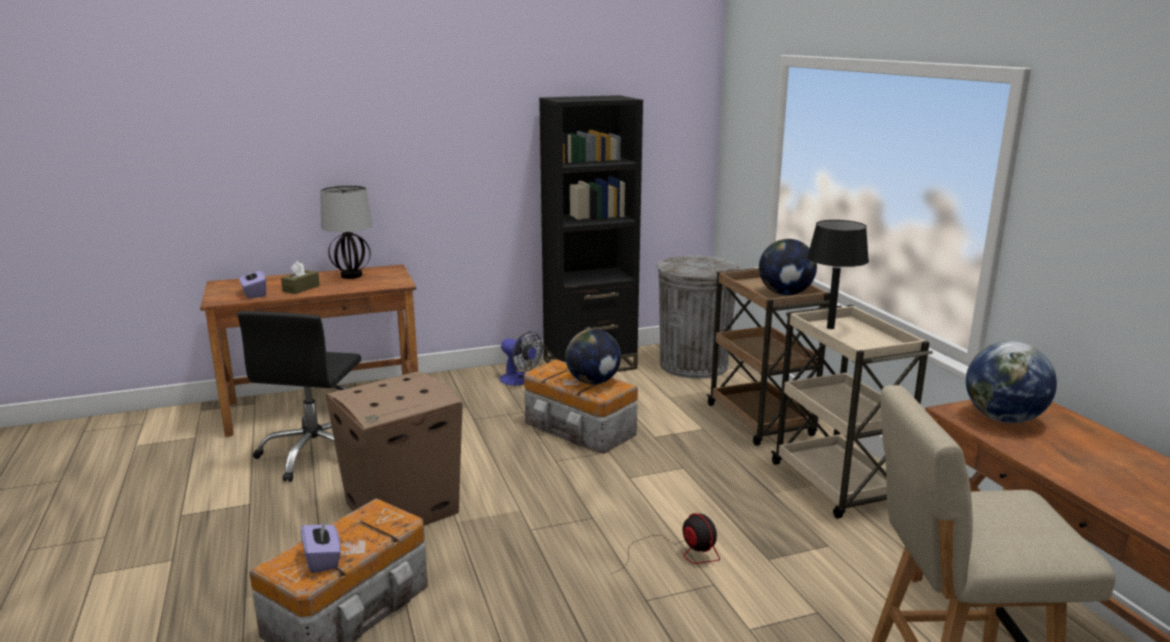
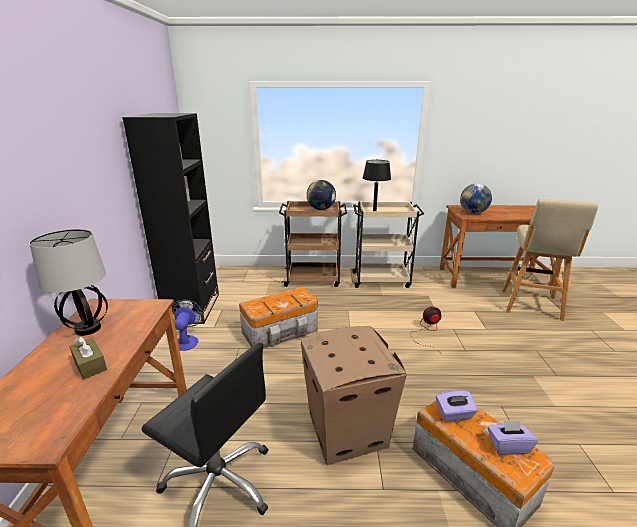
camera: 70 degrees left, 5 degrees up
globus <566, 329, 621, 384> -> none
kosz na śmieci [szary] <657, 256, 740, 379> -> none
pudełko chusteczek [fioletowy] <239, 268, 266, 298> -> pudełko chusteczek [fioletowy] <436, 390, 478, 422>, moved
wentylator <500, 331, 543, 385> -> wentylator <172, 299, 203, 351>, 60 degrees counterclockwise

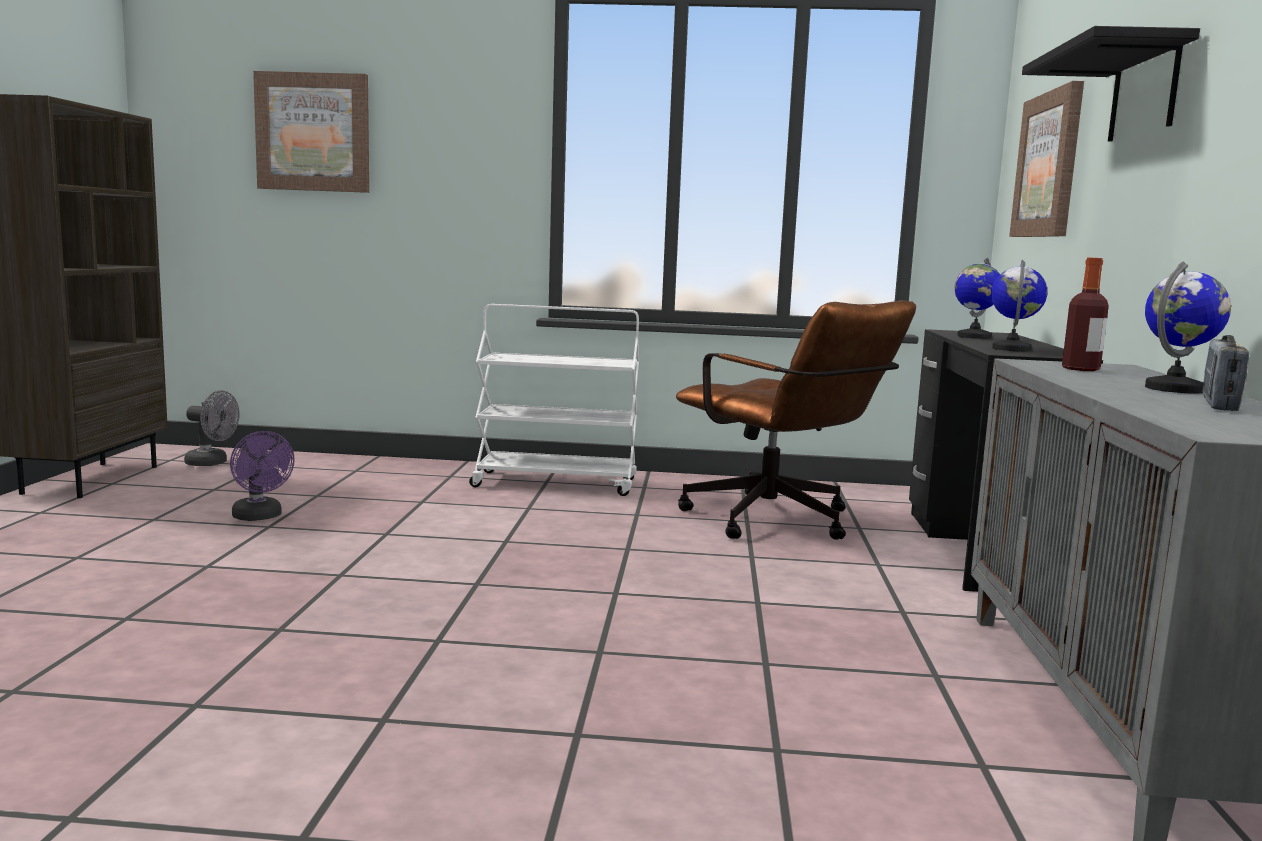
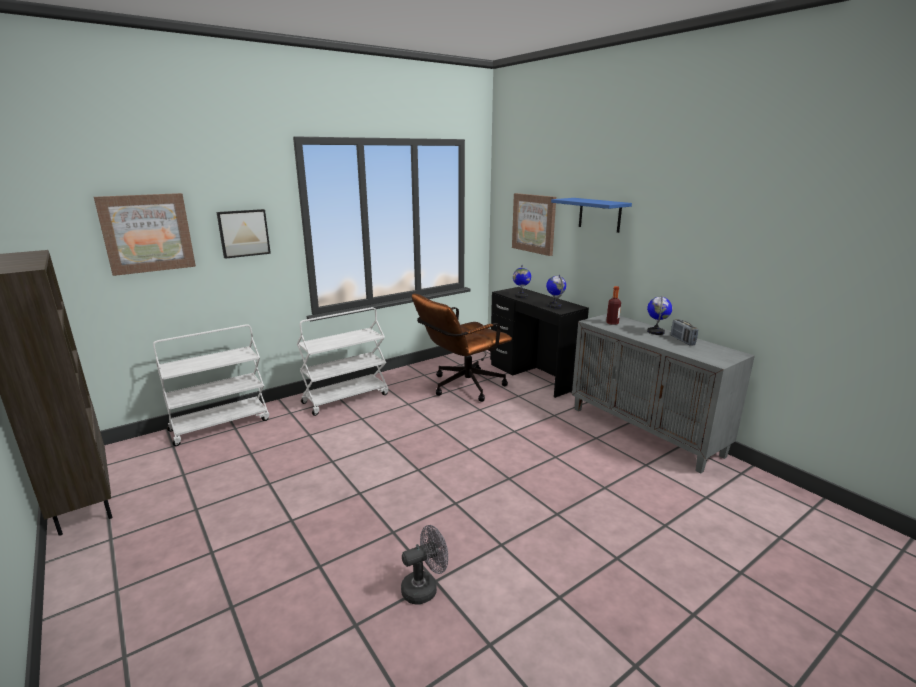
camera: 40 degrees left, 10 degrees up
wentylator [fioletowy] <230, 431, 295, 521> -> none
none -> wózek [biały] <153, 324, 269, 446>
none -> obraz <216, 209, 271, 259>
wentylator [szary] <184, 390, 240, 466> -> wentylator [szary] <401, 525, 448, 605>, moved
półka [czarny] <1022, 26, 1200, 141> -> półka [niebieski] <551, 198, 632, 233>
krzesło biurowe [brązowy] <676, 300, 916, 540> -> krzesło biurowe [brązowy] <412, 294, 512, 402>, 135 degrees clockwise

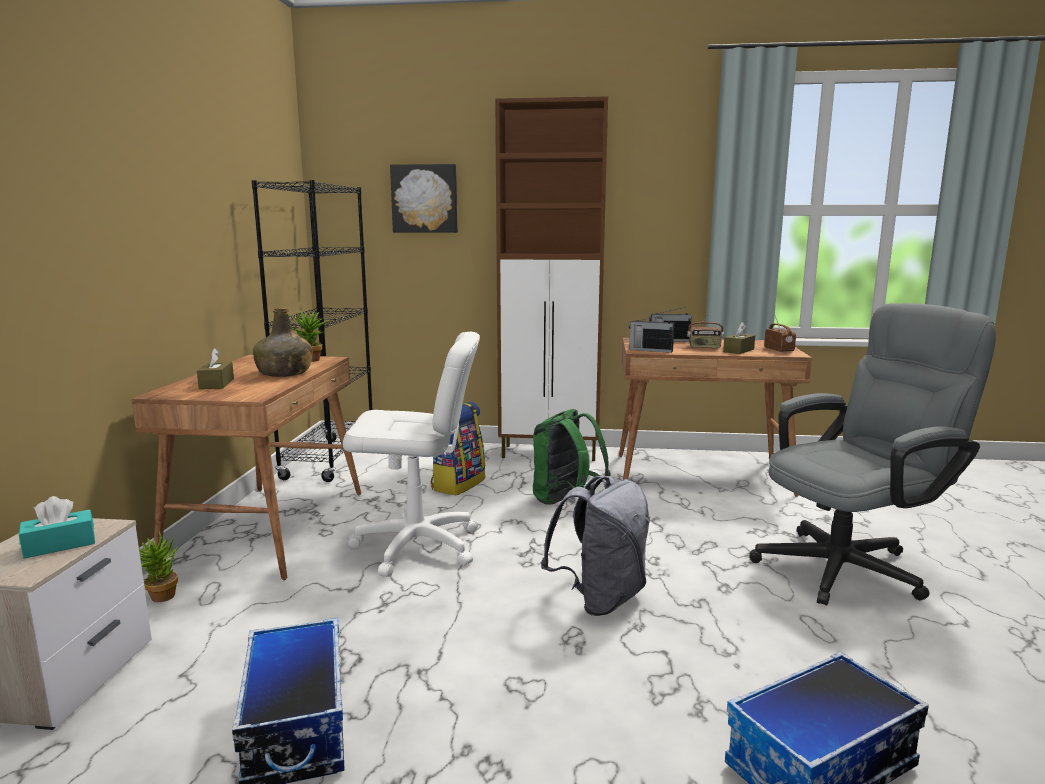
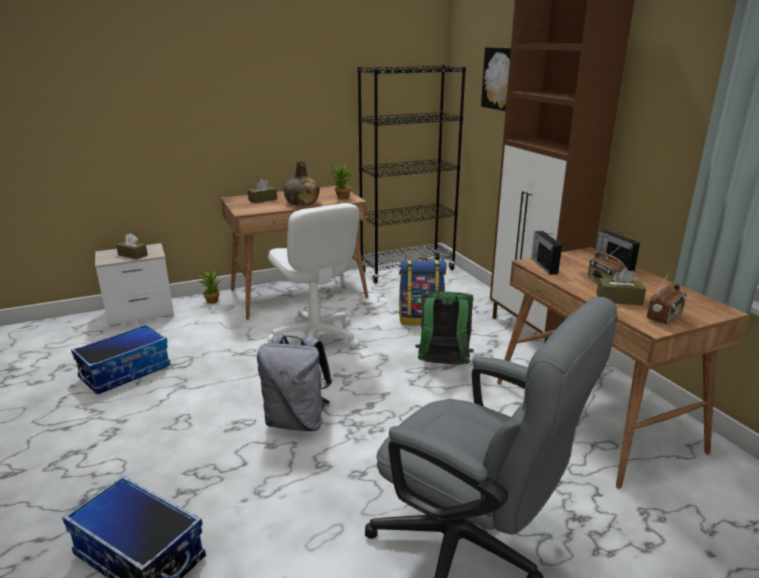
camera: 60 degrees right, 10 degrees up
pudełko chusteczek [turkusowy] <19, 496, 95, 559> -> pudełko chusteczek [brązowy] <116, 233, 148, 259>

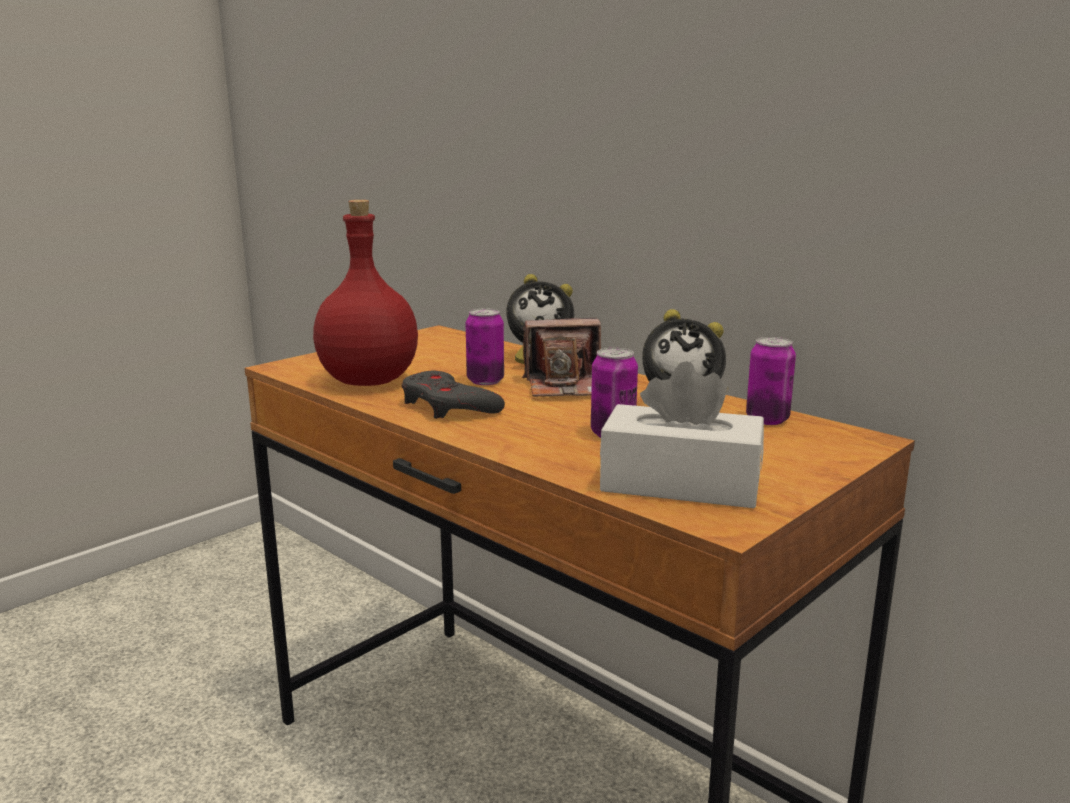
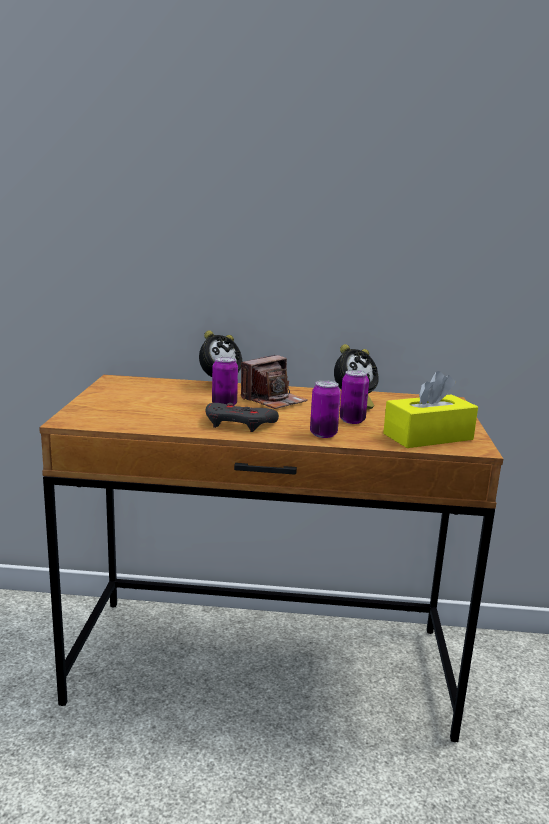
camera: 40 degrees left, 0 degrees up
butelka [czerwony] <313, 200, 418, 386> -> none
puszka <746, 337, 796, 425> -> puszka <310, 380, 341, 438>, moved
pudełko chusteczek [biały] <600, 361, 764, 508> -> pudełko chusteczek [żółty] <383, 371, 478, 448>

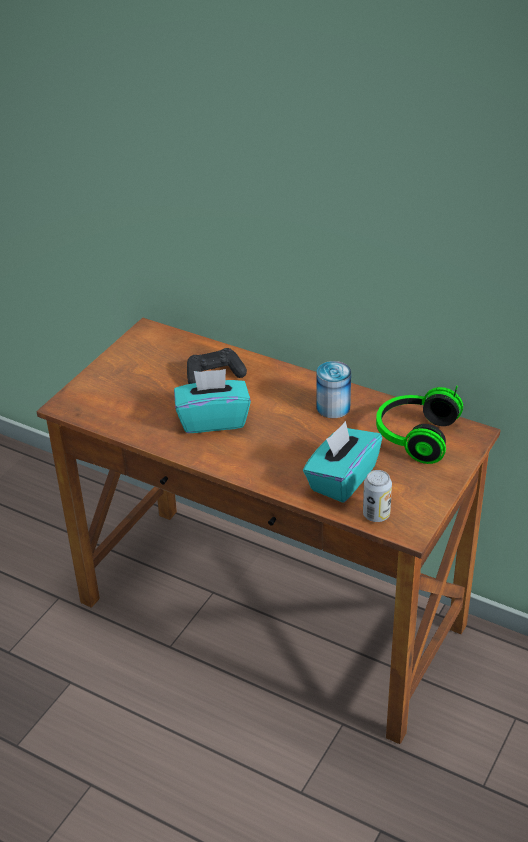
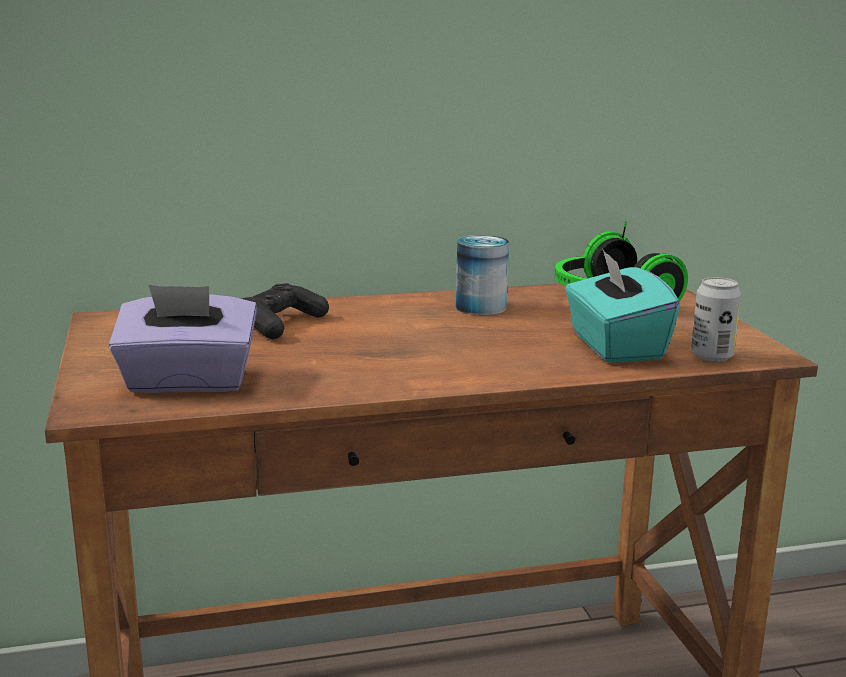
camera: 45 degrees left, 20 degrees down
pudełko chusteczek [turkusowy] <174, 369, 251, 433> -> none
none -> pudełko chusteczek [fioletowy] <109, 285, 257, 393>

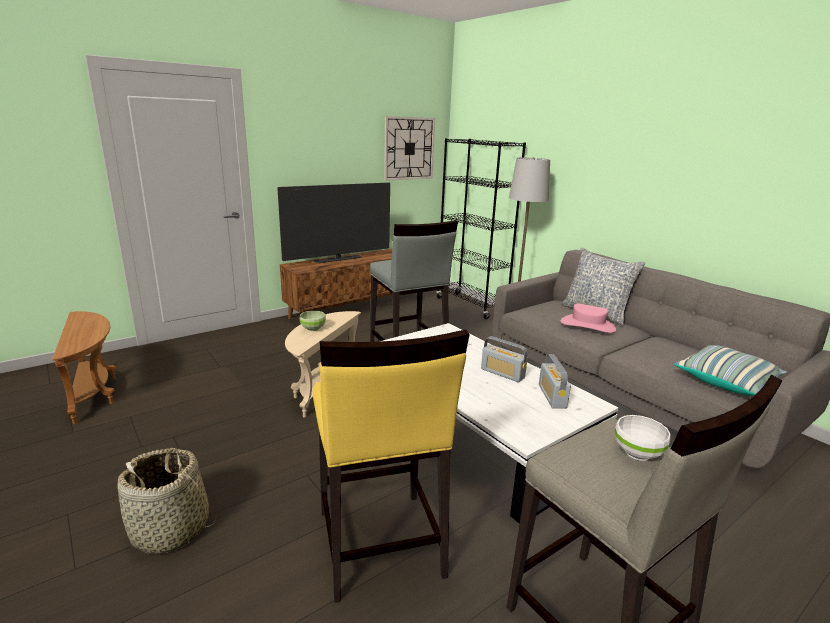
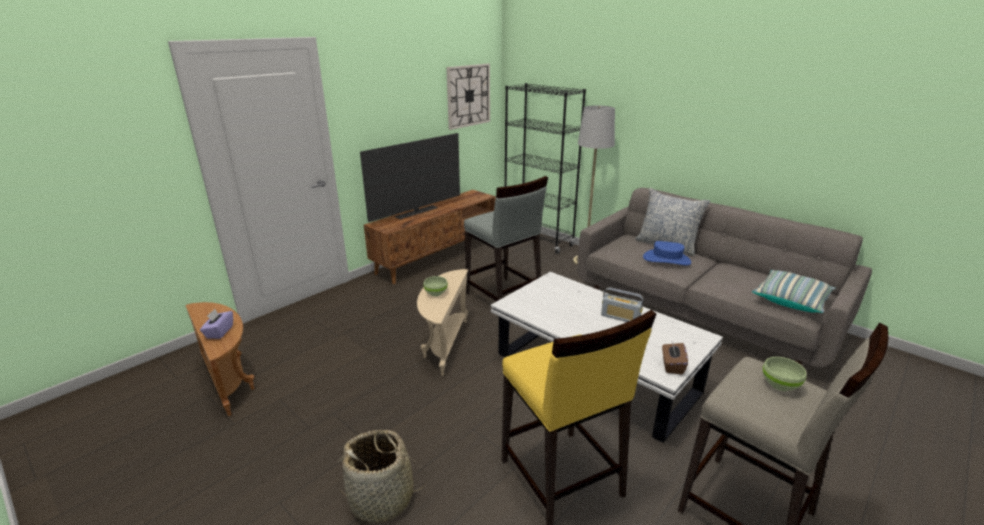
camera: 10 degrees left, 5 degrees up
radio <539, 354, 571, 409> -> none
none -> pudełko chusteczek [fioletowy] <200, 309, 233, 339>
none -> pudełko chusteczek [brązowy] <662, 343, 688, 374>
kapelusz [różowy] <561, 304, 616, 333> -> kapelusz [niebieski] <643, 241, 691, 265>
miska [biały] <614, 415, 671, 461> -> miska [zielony] <763, 357, 807, 391>

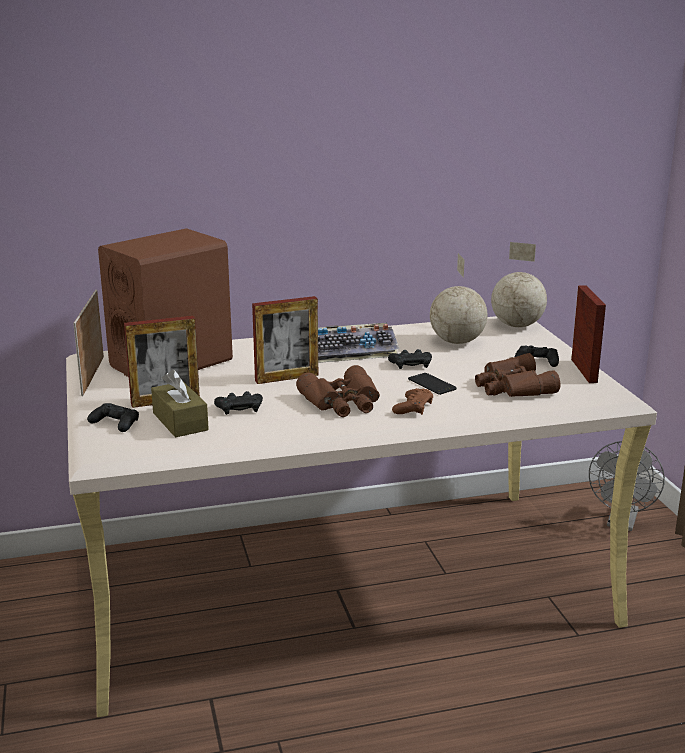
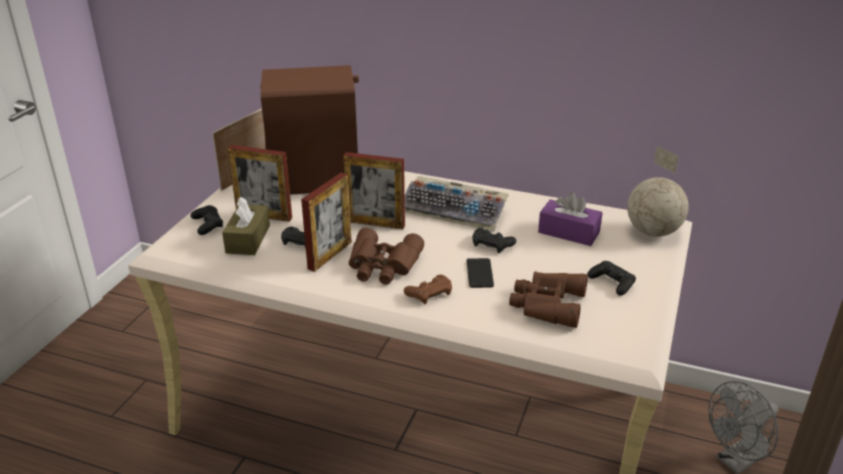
camera: 35 degrees right, 10 degrees up
ramka na zdjęcie <571, 285, 606, 383> -> ramka na zdjęcie <301, 173, 352, 272>, moved
globus <430, 253, 487, 344> -> pudełko chusteczek [fioletowy] <538, 192, 603, 246>

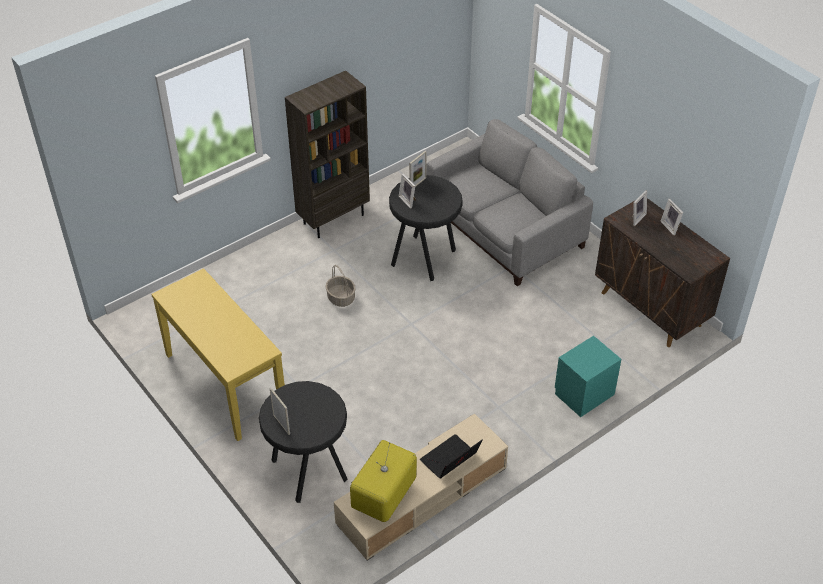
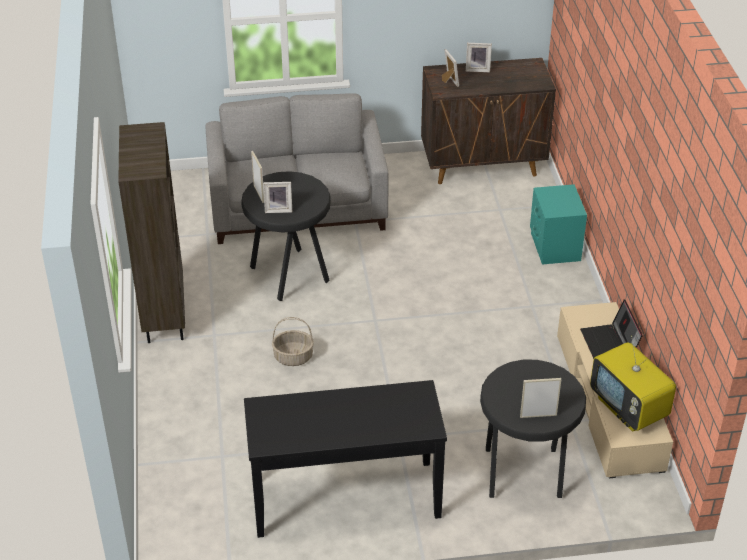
camera: 60 degrees left, 5 degrees down
stolik konsolowy [żółty] <151, 268, 285, 441> -> stolik konsolowy [czarny] <244, 380, 447, 538>

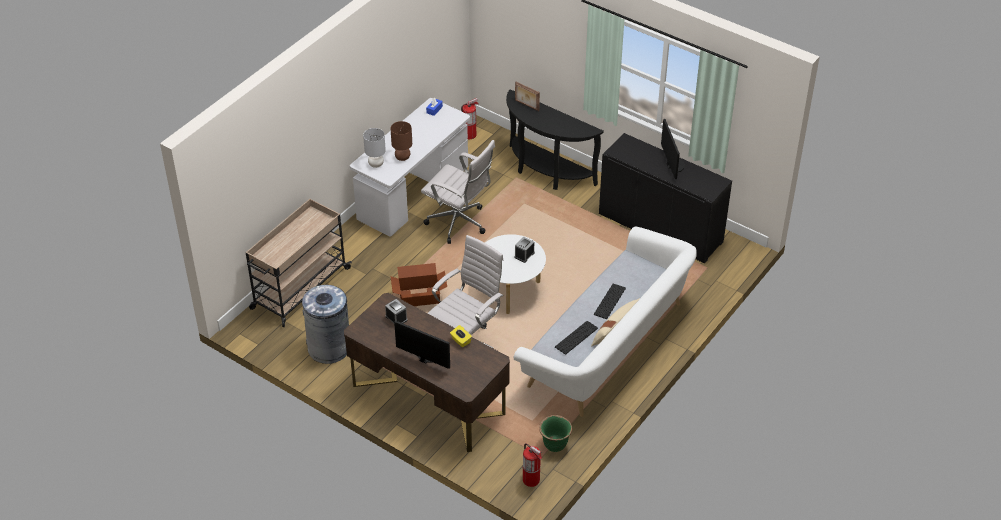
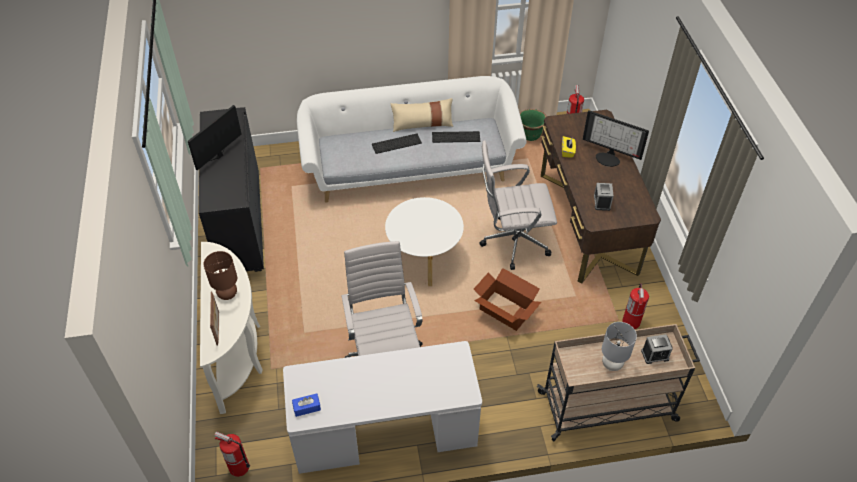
camera: 135 degrees left, 5 degrees up
lampa stołowa [szary] <363, 128, 386, 168> -> lampa stołowa [szary] <602, 322, 637, 371>, moved
lampa stołowa [brązowy] <390, 121, 412, 161> -> lampa stołowa [brązowy] <203, 251, 237, 300>, moved
budzik <514, 237, 535, 263> -> budzik <641, 335, 672, 364>, moved
kosz na śmieci [szary] <302, 285, 349, 364> -> gaśnica <622, 283, 649, 329>
stolik konsolowy [czarny] <506, 89, 604, 190> -> stolik konsolowy [biały] <200, 242, 263, 414>
monitor <394, 321, 450, 369> -> monitor <583, 110, 649, 167>, 45 degrees counterclockwise

